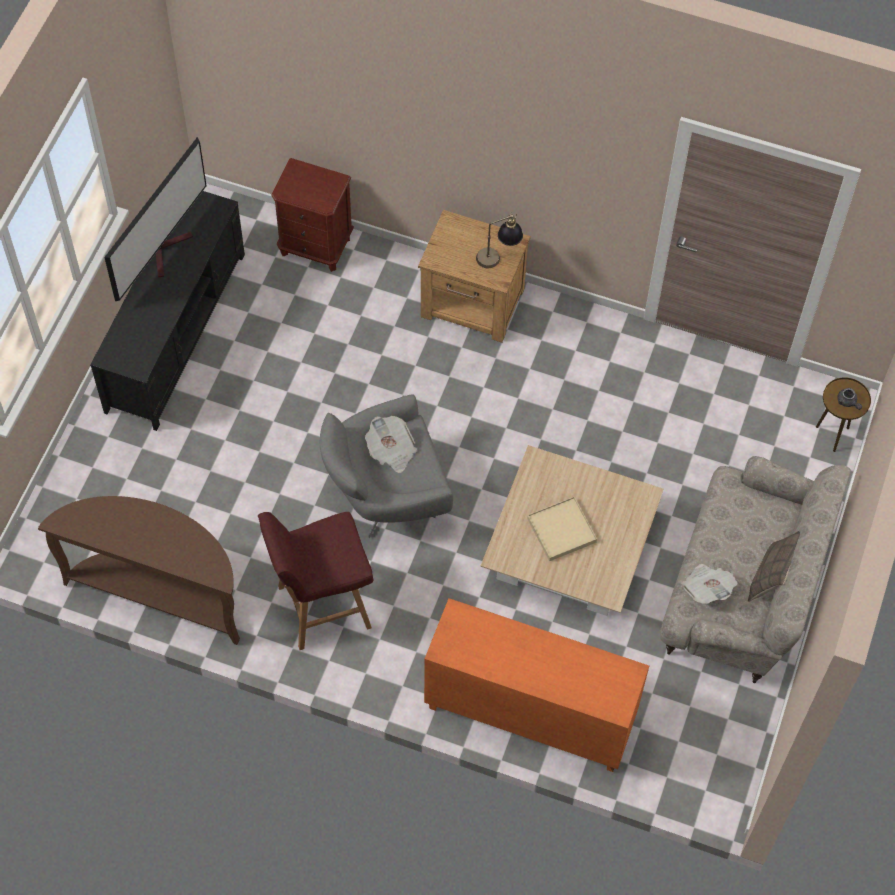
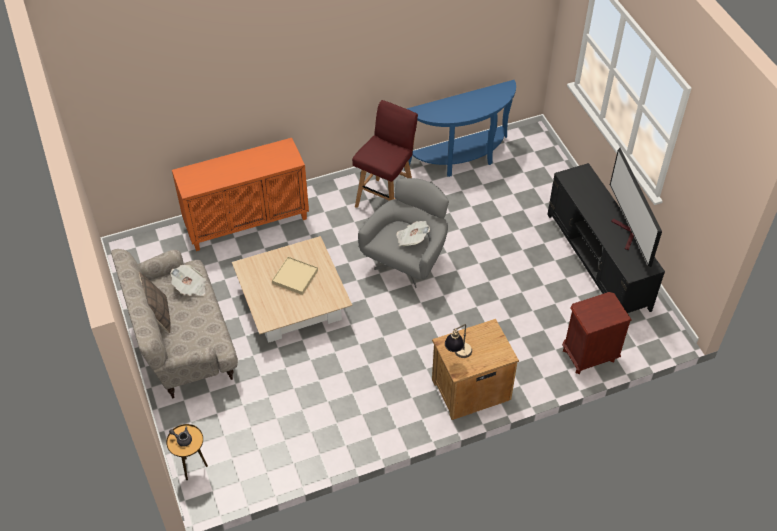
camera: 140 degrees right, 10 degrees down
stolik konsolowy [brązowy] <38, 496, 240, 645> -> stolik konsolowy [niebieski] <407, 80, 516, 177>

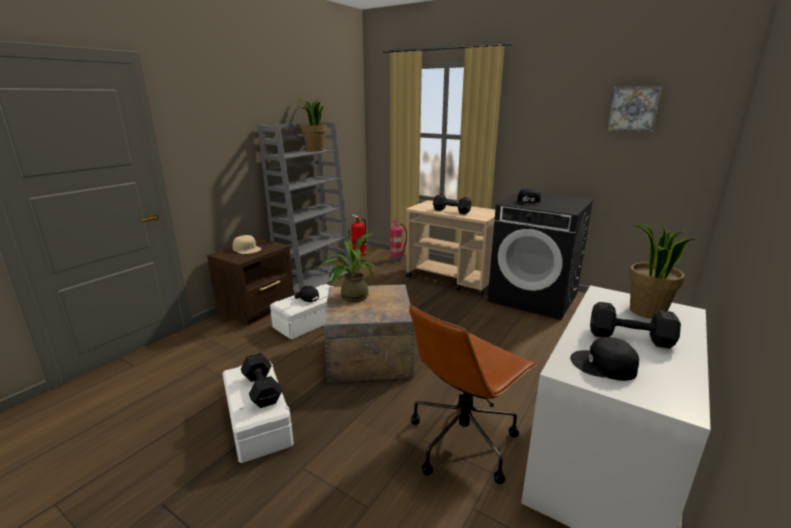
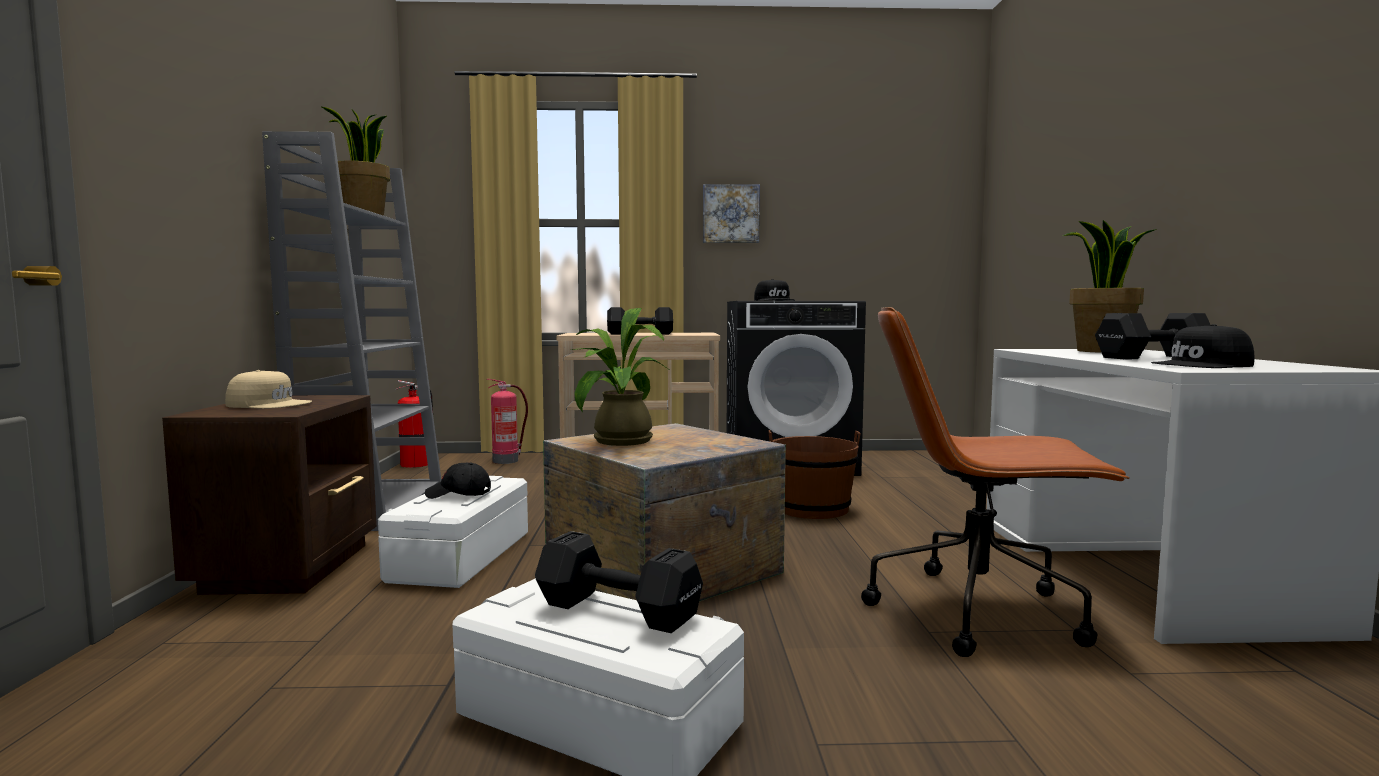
camera: 35 degrees left, 15 degrees down
none -> wiadro [brązowy] <768, 430, 860, 519>
obraz <607, 87, 662, 132> -> obraz <703, 184, 760, 243>, moved
krzesło biurowe [brązowy] <409, 305, 537, 484> -> krzesło biurowe [brązowy] <861, 307, 1130, 657>, 90 degrees clockwise

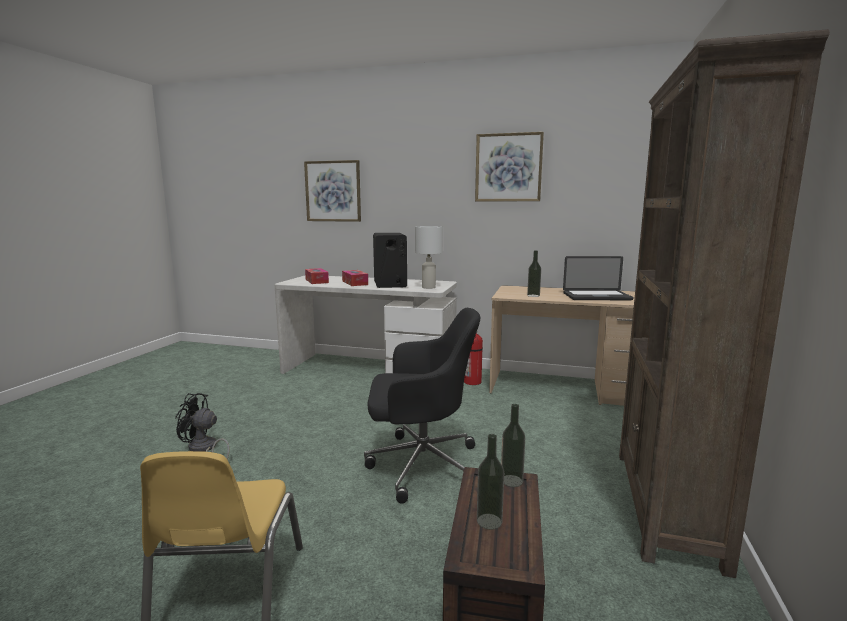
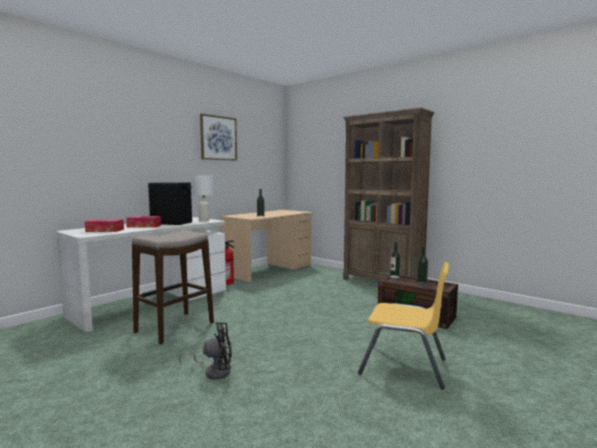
camera: 65 degrees left, 5 degrees down
obraz <304, 160, 361, 222> -> none
krzesło biurowe [czarny] <364, 308, 480, 503> -> none
laptop <563, 256, 634, 300> -> none
none -> stołek <132, 231, 214, 344>
wentylator [czarny] <175, 393, 230, 460> -> wentylator [czarny] <179, 323, 232, 380>, 135 degrees counterclockwise

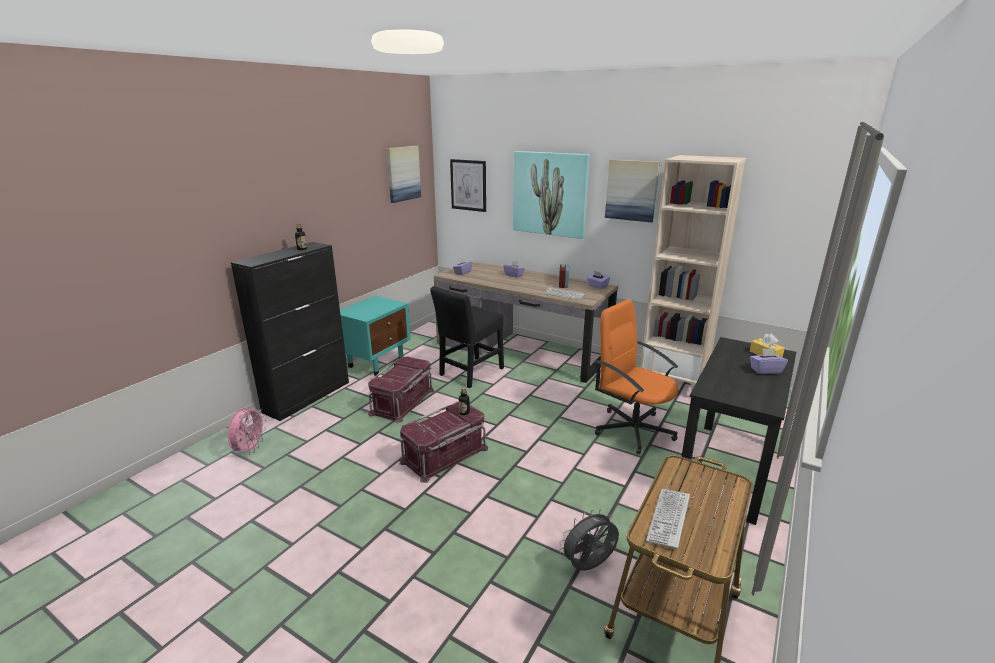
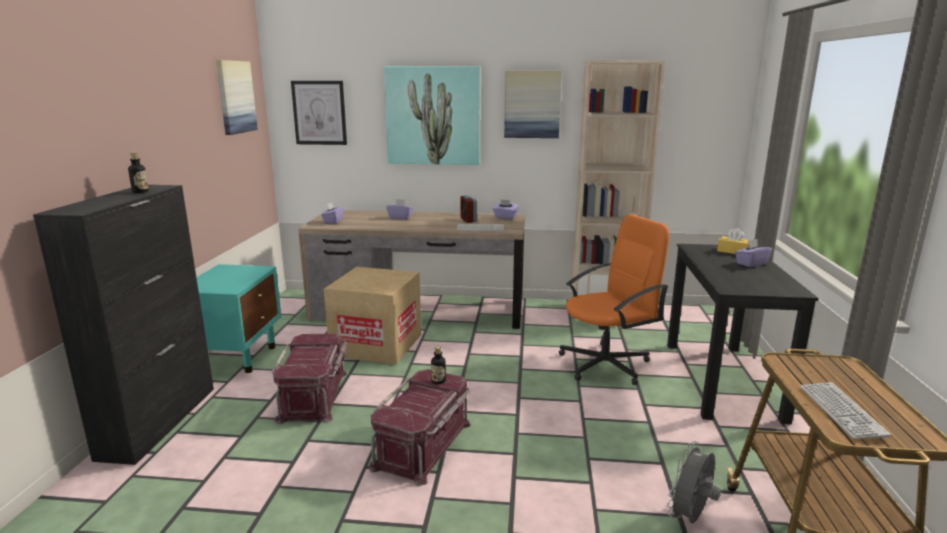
camera: 25 degrees left, 5 degrees down
wentylator [różowy] <228, 406, 266, 455> -> none
krzesło [czarny] <430, 286, 504, 388> -> karton <324, 267, 421, 365>
krzesło biurowe [pomarańczowy] <595, 300, 678, 455> -> krzesło biurowe [pomarańczowy] <559, 214, 669, 385>, 135 degrees clockwise

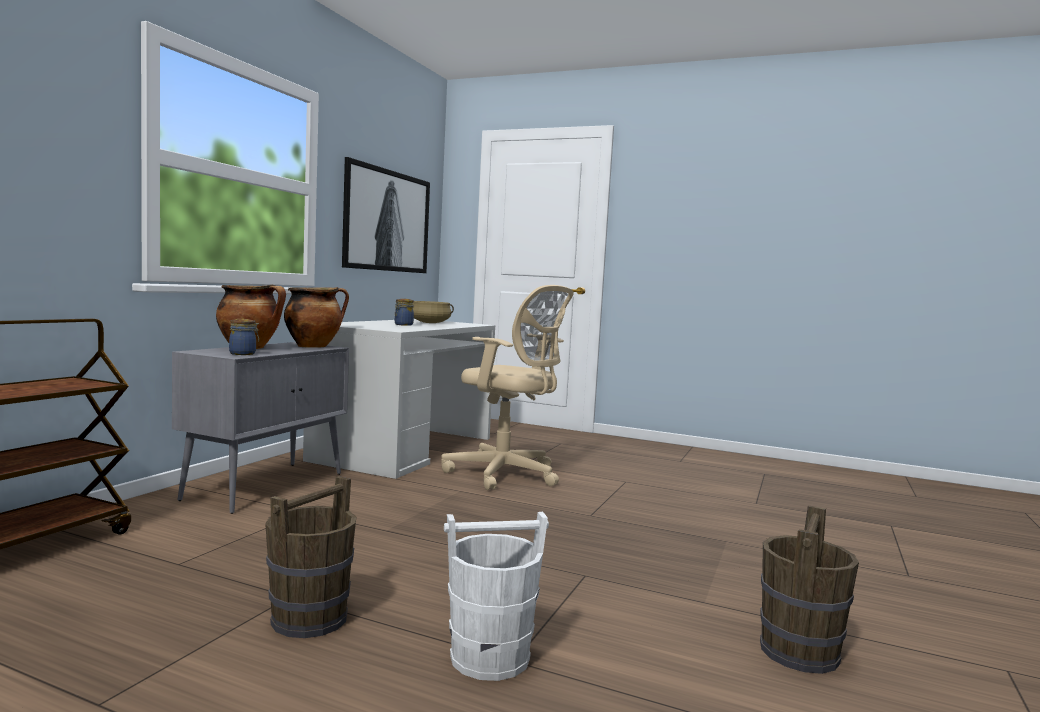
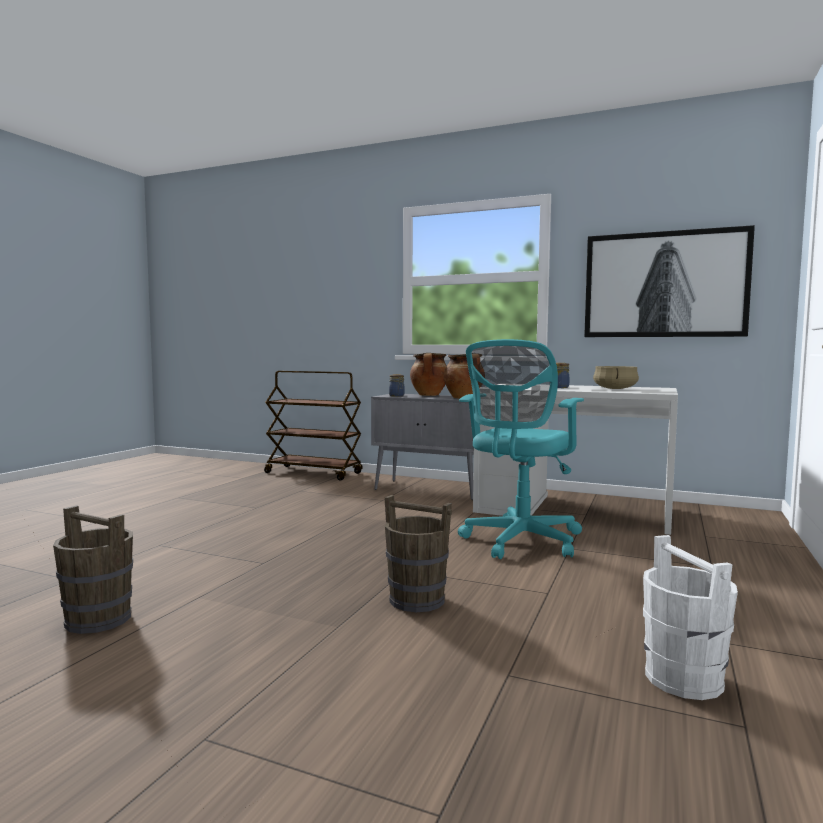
camera: 90 degrees right, 0 degrees up
wiadro [brązowy] <265, 476, 356, 638> -> wiadro [brązowy] <385, 495, 452, 612>, moved
wiadro [biały] <444, 512, 549, 681> -> wiadro [biały] <643, 535, 738, 700>, moved
krzesło biurowe [beżowy] <441, 285, 574, 490> -> krzesło biurowe [turkusowy] <458, 339, 584, 559>

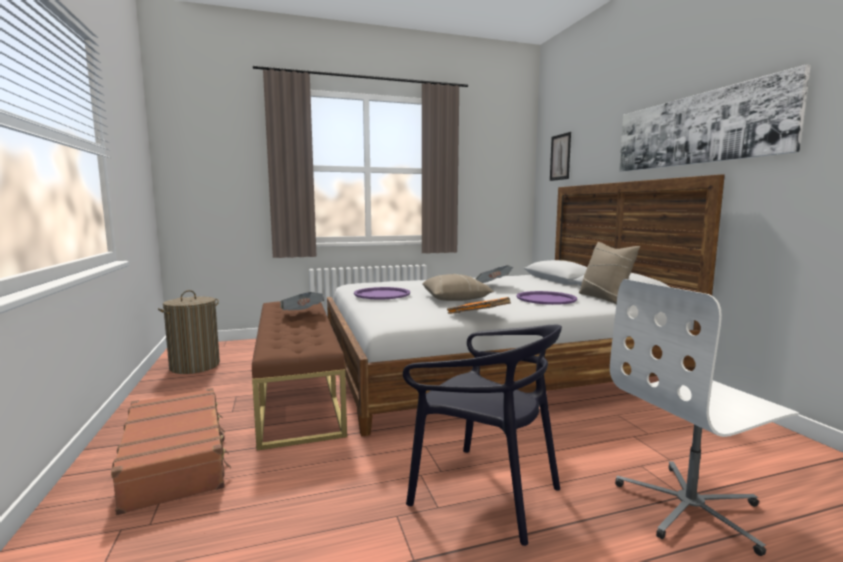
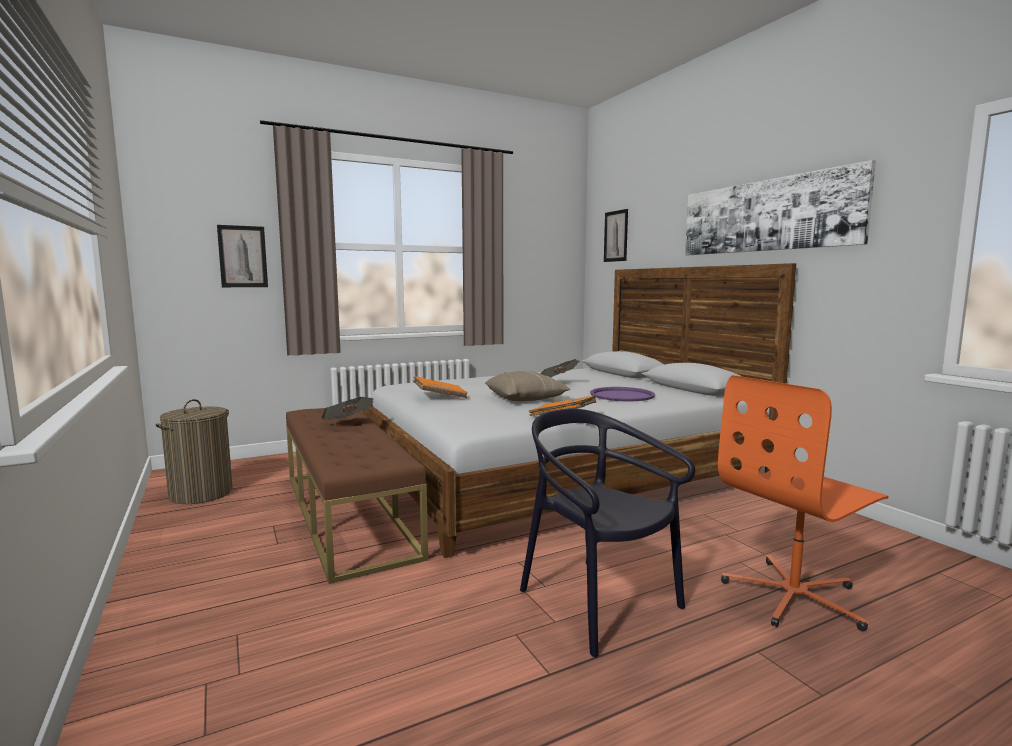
camera: 10 degrees left, 0 degrees up
walizka [brązowy] <111, 388, 231, 515> -> none
poduszka [beżowy] <579, 242, 640, 304> -> none
none -> obraz <217, 225, 268, 287>
taca [fioletowy] <354, 287, 410, 300> -> książka [pomarańczowy] <413, 376, 468, 398>
krzesło biurowe [biały] <610, 279, 799, 556> -> krzesło biurowe [pomarańczowy] <718, 375, 889, 631>
krzesło [czarny] <403, 325, 562, 546> -> krzesło [czarny] <520, 409, 695, 657>, 150 degrees counterclockwise

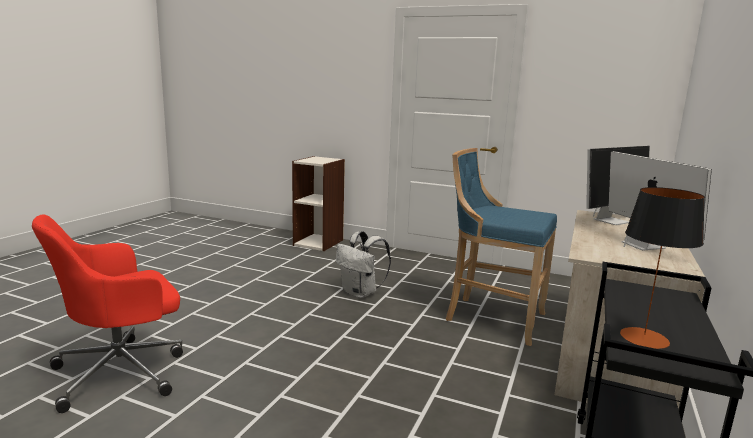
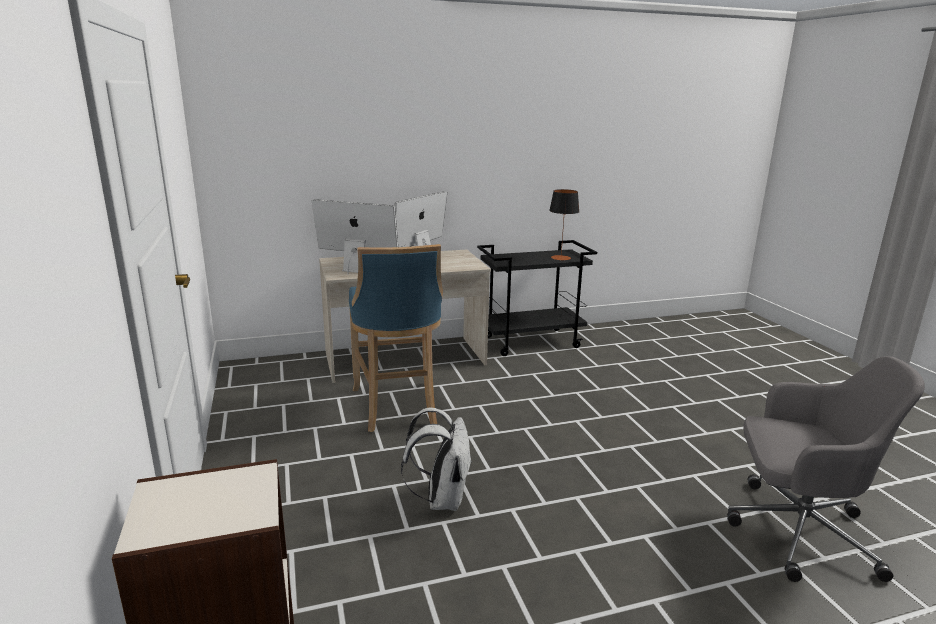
camera: 130 degrees left, 5 degrees up
krzesło biurowe [czerwony] <32, 214, 183, 413> -> krzesło biurowe [szary] <727, 356, 925, 582>

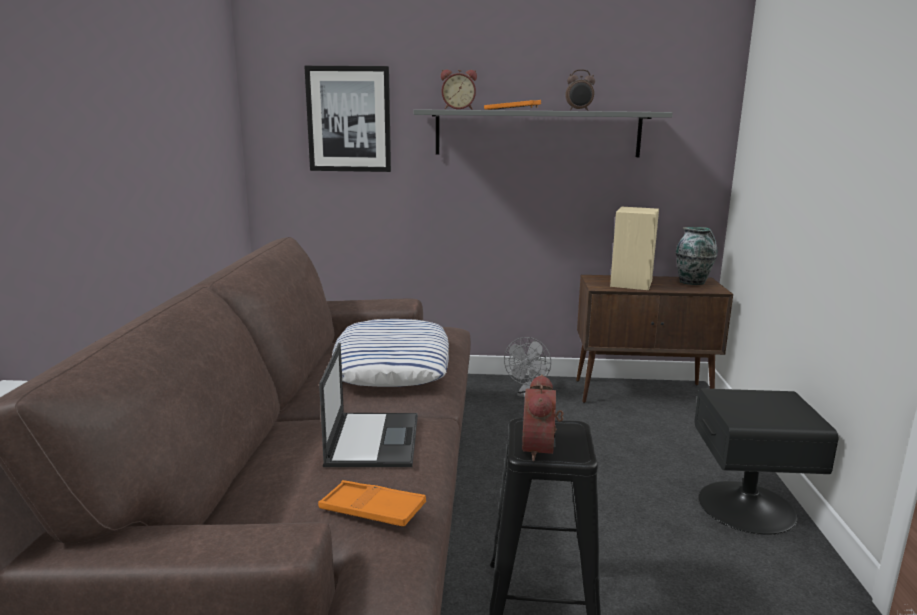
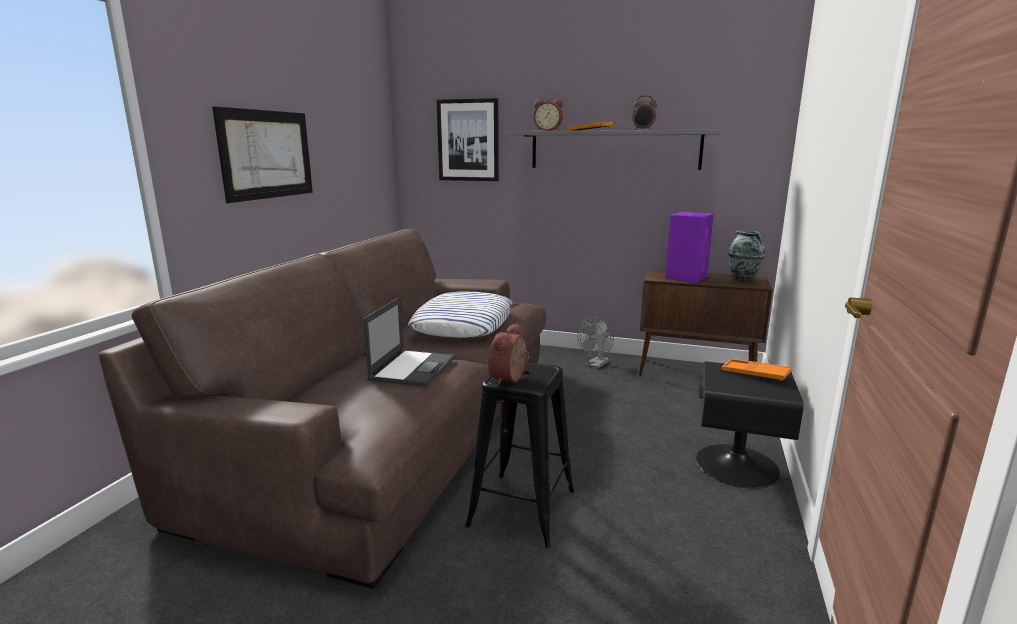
camera: 15 degrees right, 0 degrees up
none -> obraz <212, 106, 313, 203>
taca [pomarańczowy] <318, 480, 426, 526> -> taca [pomarańczowy] <721, 359, 791, 381>, moved
głośnik [beżowy] <610, 206, 659, 290> -> głośnik [fioletowy] <665, 212, 714, 283>

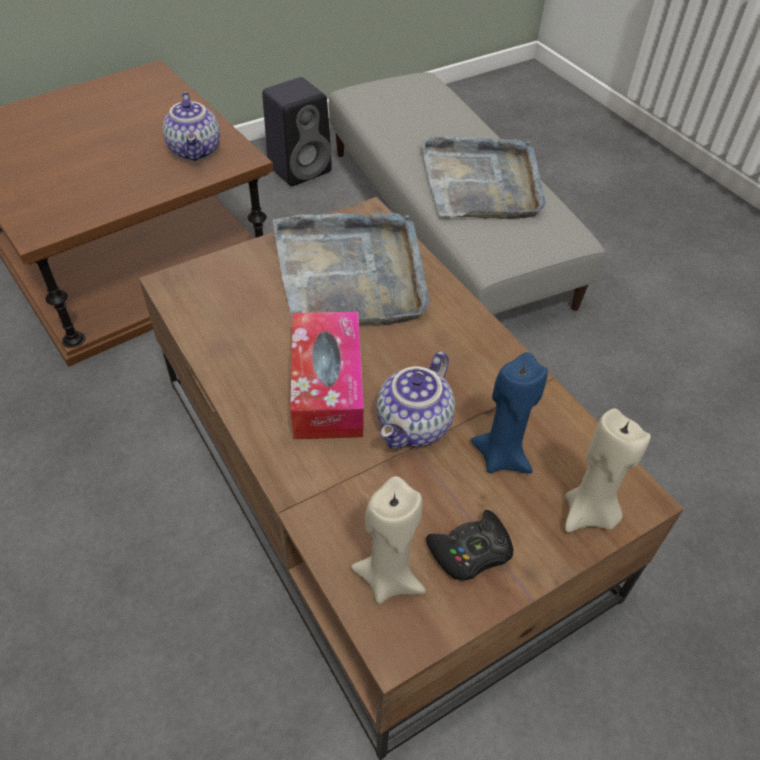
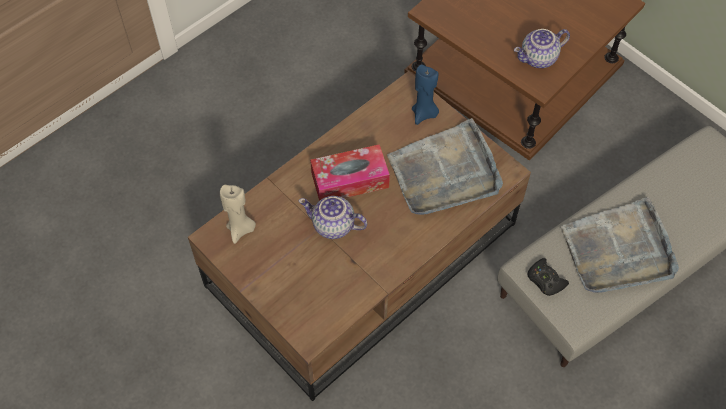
camera: 80 degrees right, 10 degrees up
głośnik [czarny] <262, 77, 332, 186> -> none
świeca [beżowy] <565, 409, 651, 532> -> none
pad do gier [czarny] <426, 510, 513, 580> -> pad do gier [czarny] <527, 258, 569, 296>, moved
świeca [niebieski] <471, 352, 548, 473> -> świeca [niebieski] <412, 64, 439, 125>, moved

